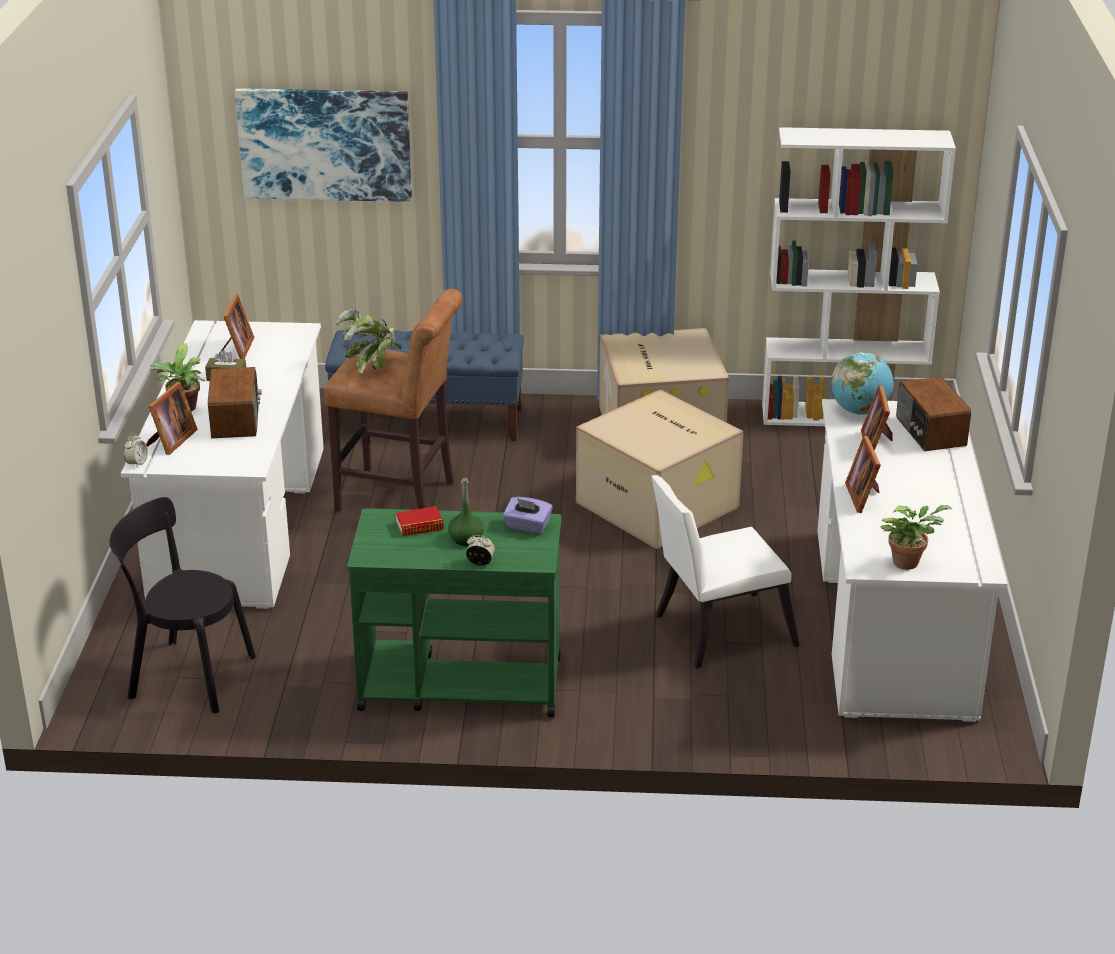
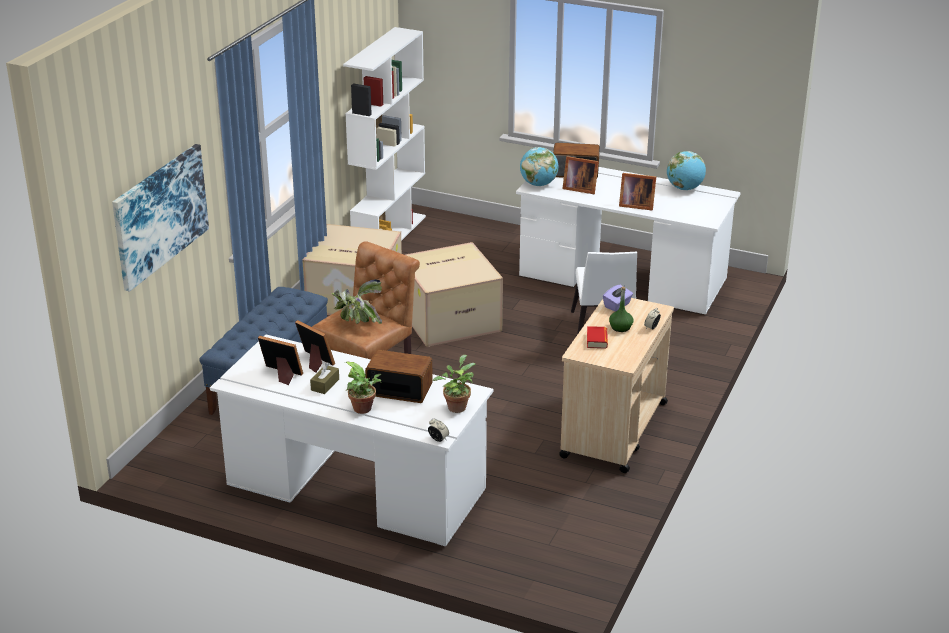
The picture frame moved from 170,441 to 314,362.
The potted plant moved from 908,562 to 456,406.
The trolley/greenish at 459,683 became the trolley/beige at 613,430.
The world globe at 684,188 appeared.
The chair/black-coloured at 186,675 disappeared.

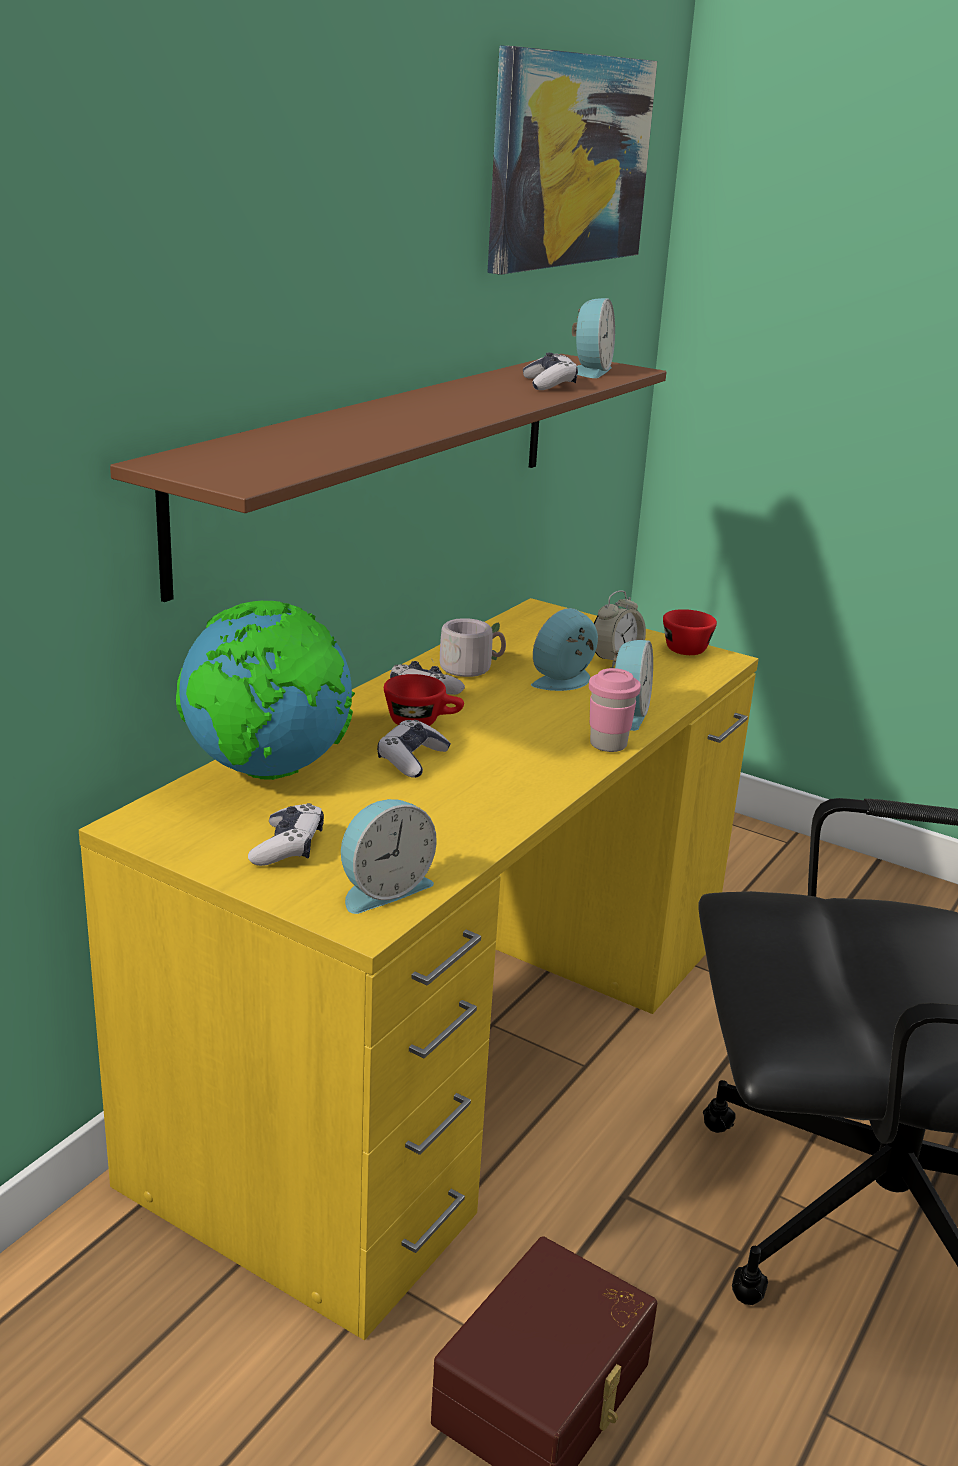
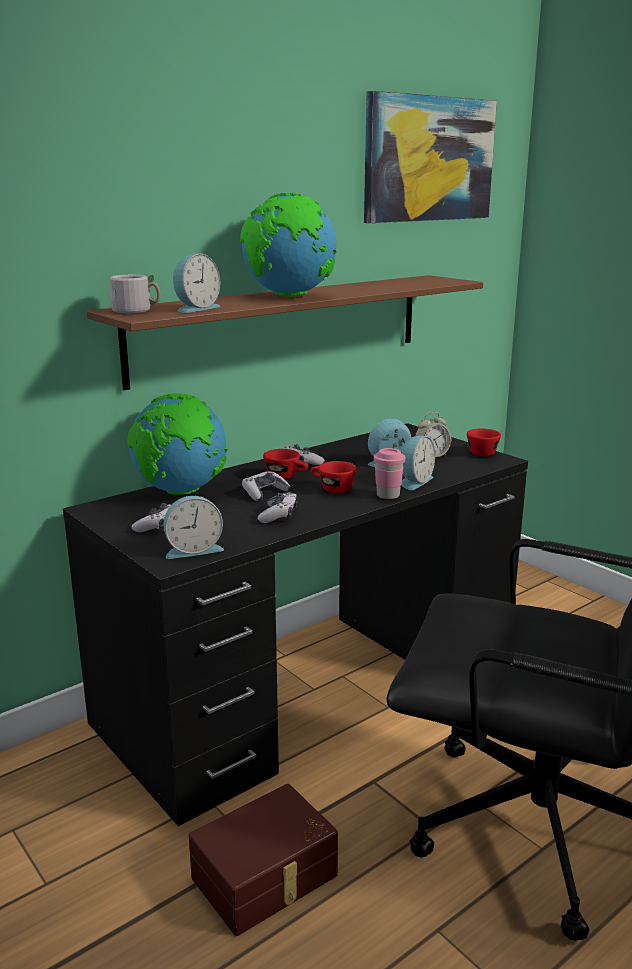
The desk/yellowish at 458,1048 became the desk/black-coloured at 315,685.
The coffee mug/gray moved from 470,667 to 136,311.
The bedside clock moved from 589,371 to 195,308.
The world globe at 289,296 appeared.
The gamepad moved from 549,384 to 278,515.
The small cup/reddish at 332,489 appeared.

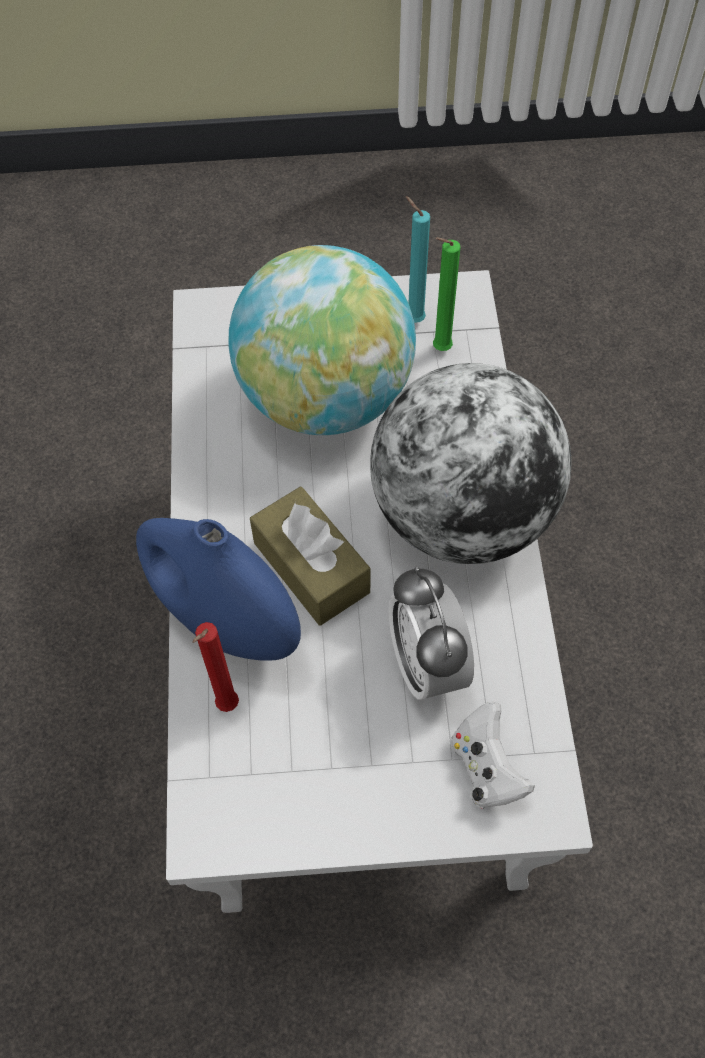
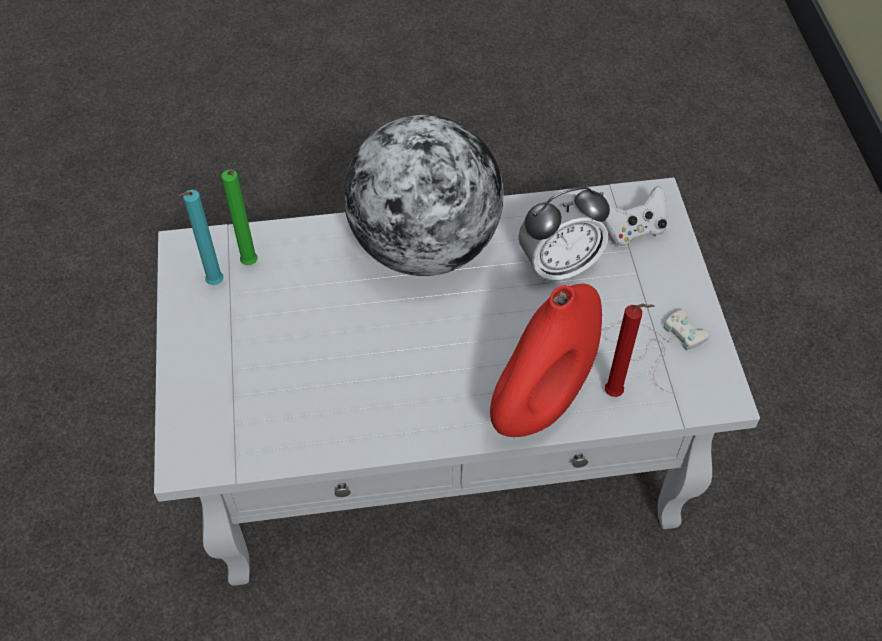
The vase/bluish at 225,623 became the vase/reddish at 541,402.
The gamepad/white-coloured at 654,344 appeared.
The world globe at 325,397 disappeared.
The box of tissues/brownish at 311,567 disappeared.

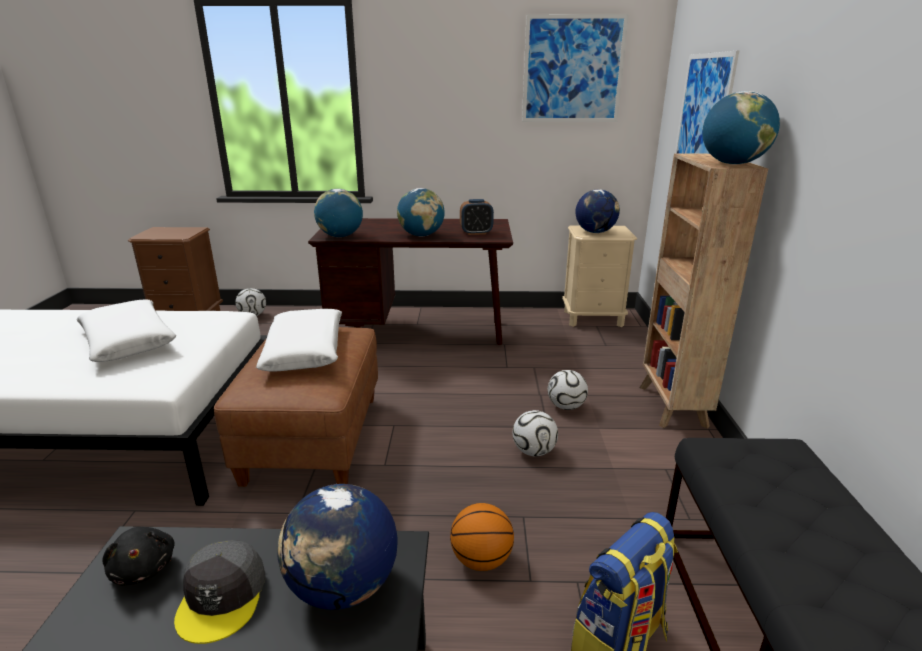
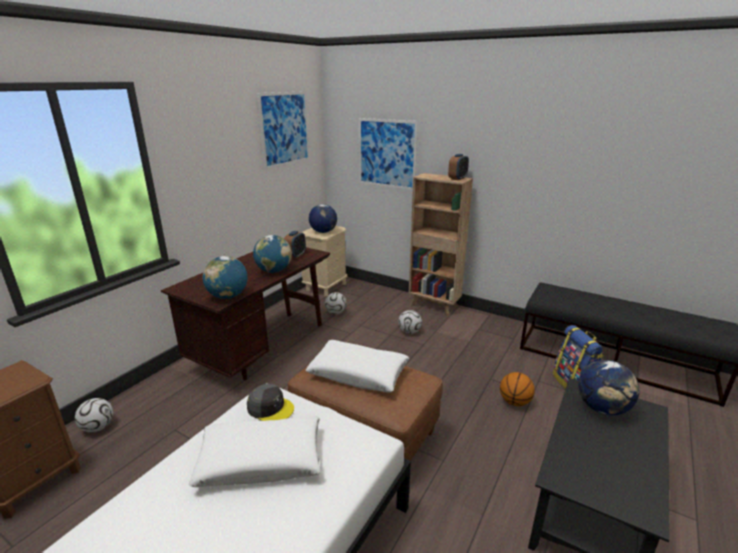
The peaked cap/gray moved from 223,596 to 270,408.
The ball for football moved from 533,451 to 336,312.
The world globe at 733,164 was replaced by the bedside clock at 457,178.
The soft toy/black-coloured at 144,568 disappeared.

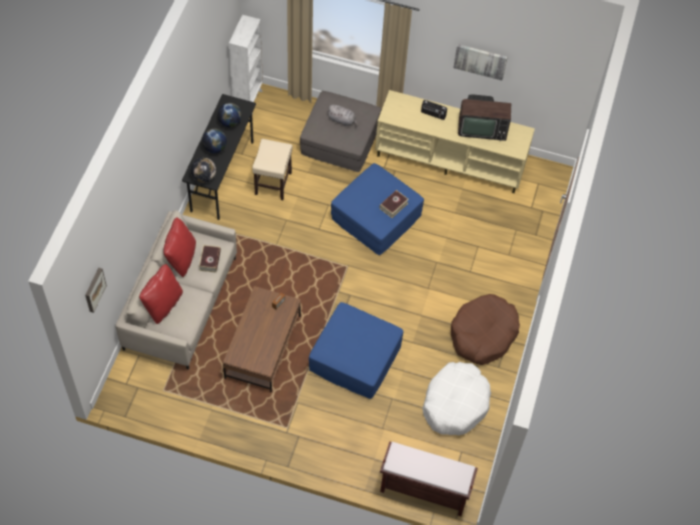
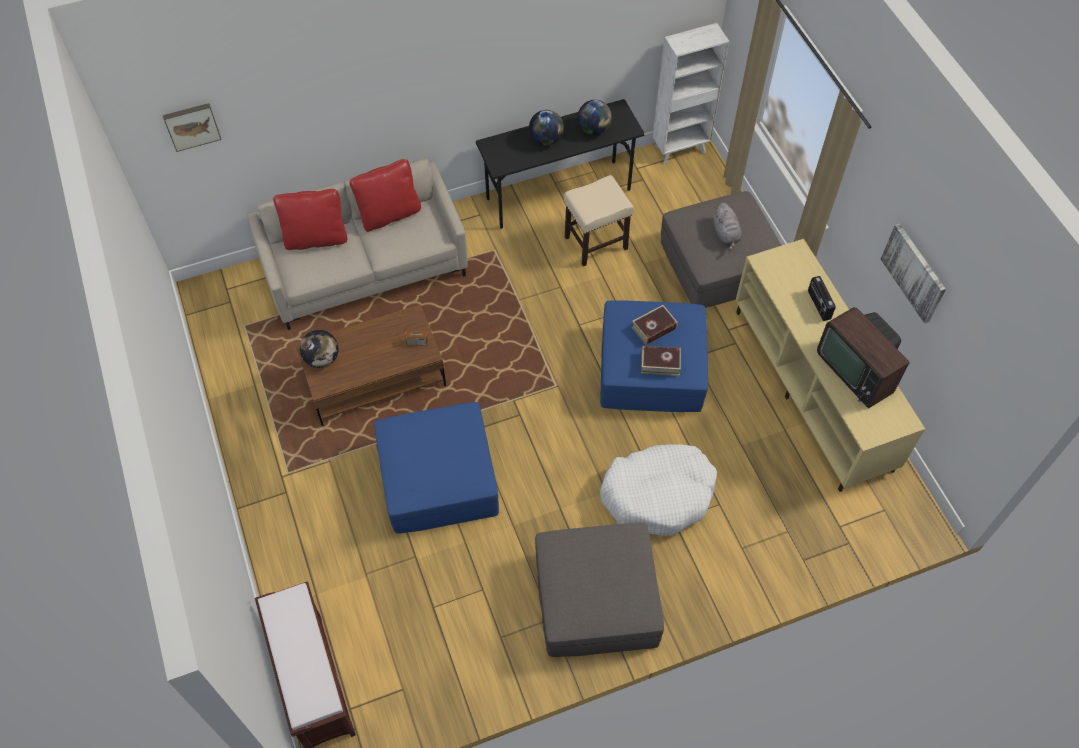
The world globe moved from 204,177 to 322,359.
The pet bed/brownish at 483,334 was replaced by the pouffe/gray at 596,598.
The pet bed/white-coloured moved from 455,403 to 658,494.
The book moved from 210,260 to 654,328.

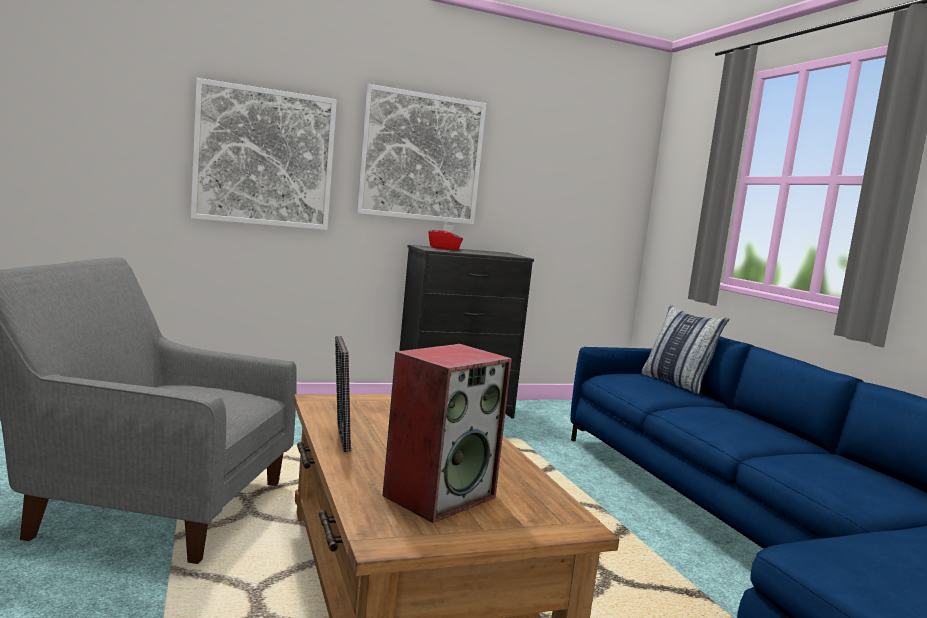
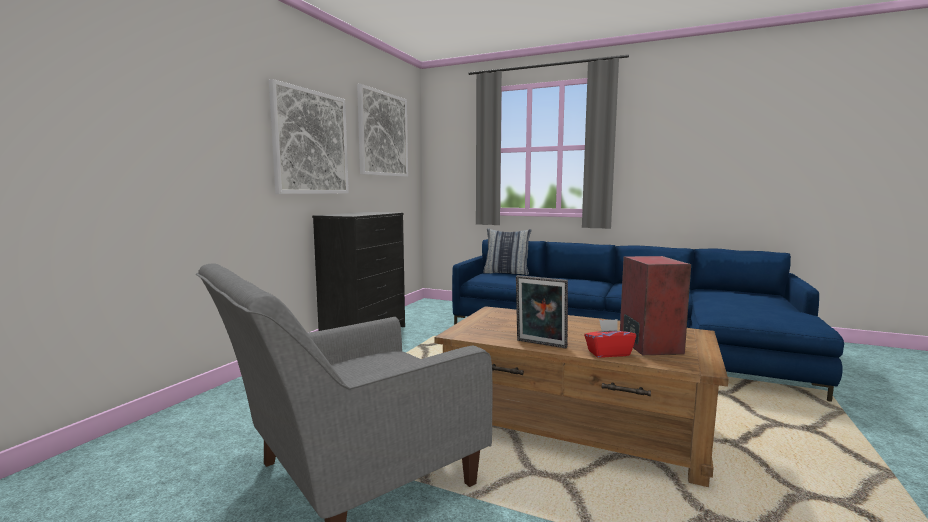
The wall art moved from 264,157 to 383,134.
The box of tissues/reddish moved from 444,249 to 608,353.

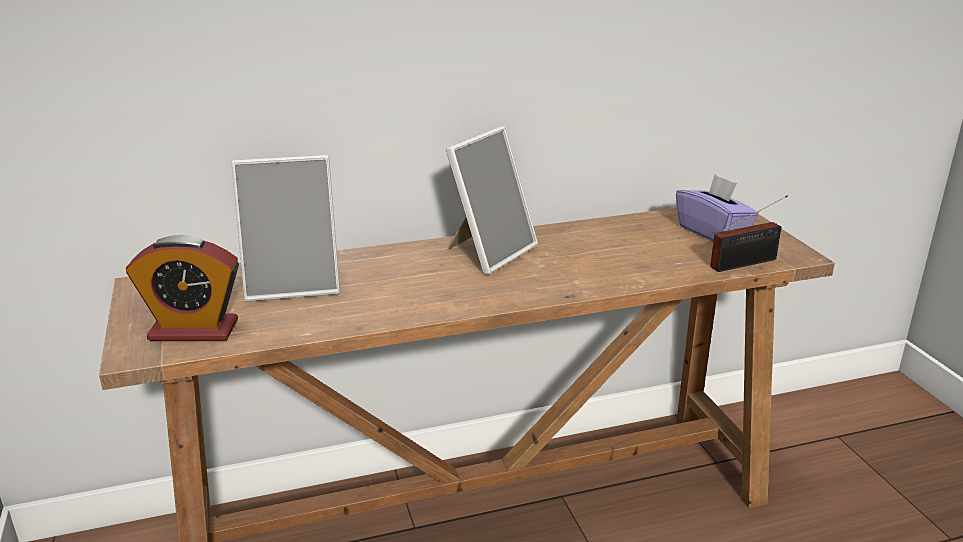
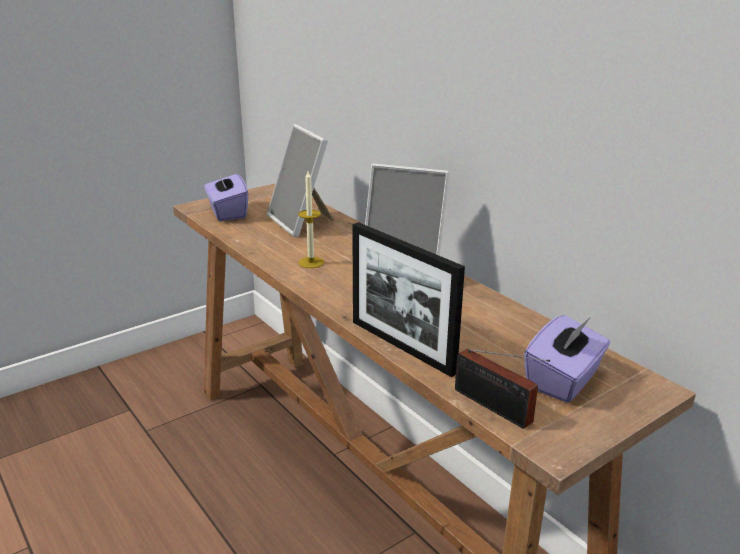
The bedside clock at 193,330 was replaced by the box of tissues/purple at 227,212.
The candle at 311,262 appeared.
The picture frame at 401,346 appeared.

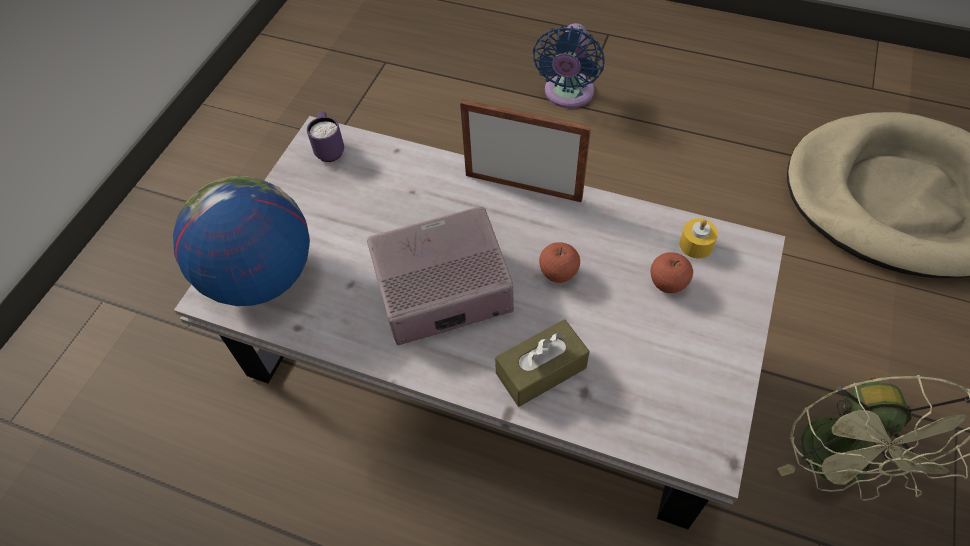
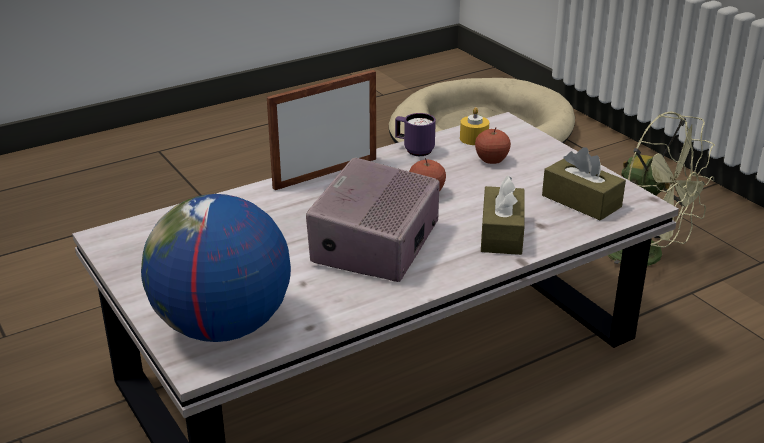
The coffee mug/purple moved from 329,149 to 414,150.
The box of tissues/brownish at 581,201 appeared.
The cooling fan/bluish at 567,95 disappeared.

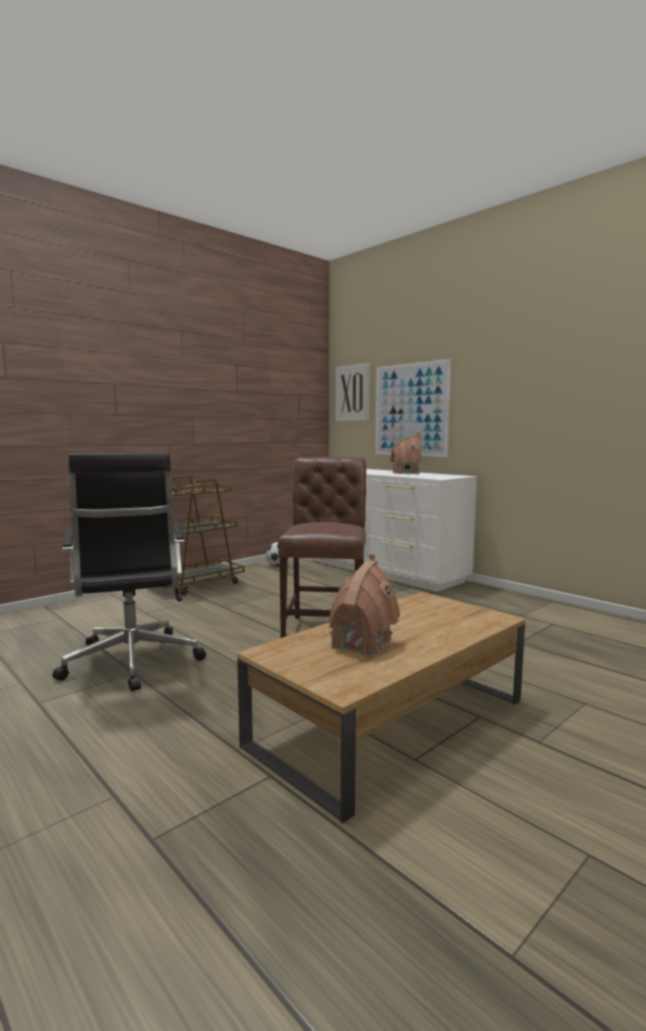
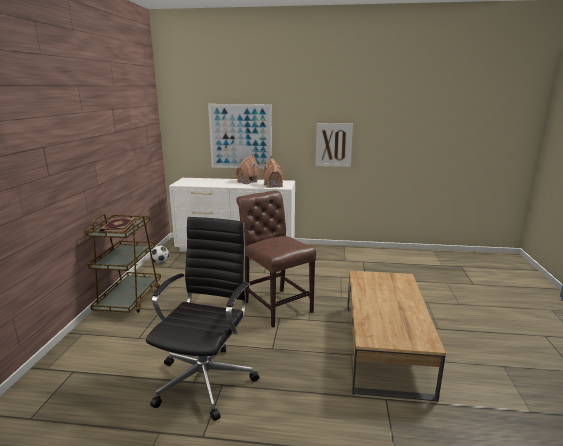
The office chair/black-coloured at 132,663 turned 105 degrees counterclockwise.
The toy house moved from 361,643 to 273,185.
The wall art moved from 352,393 to 333,145.

